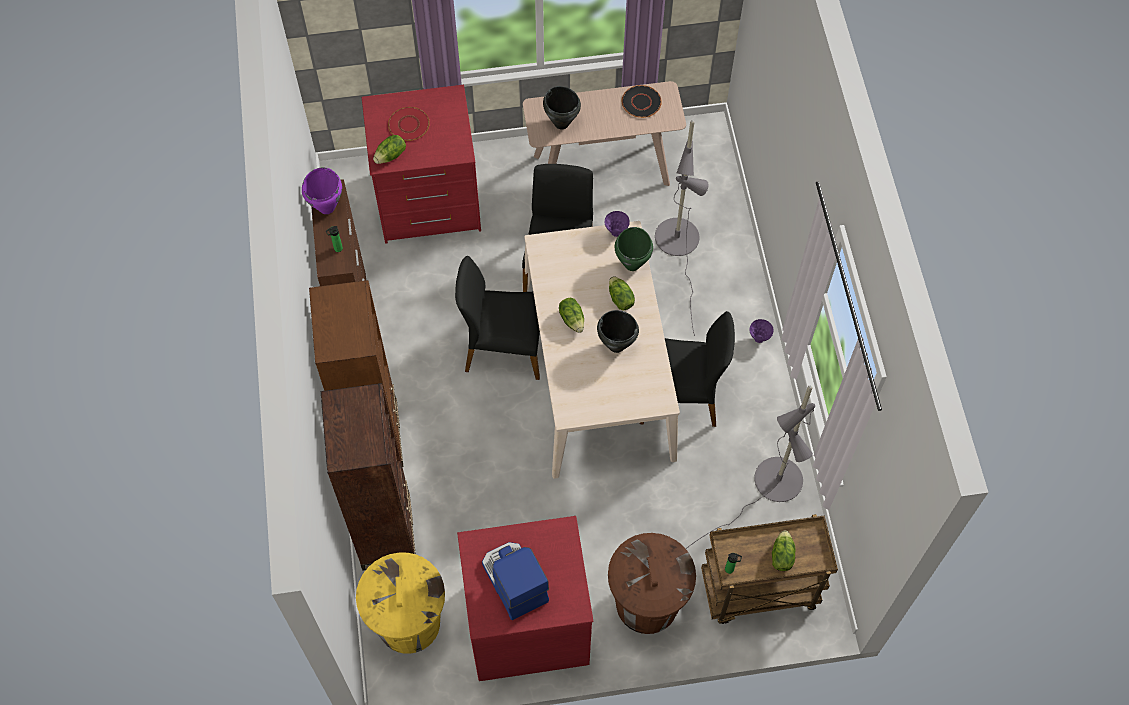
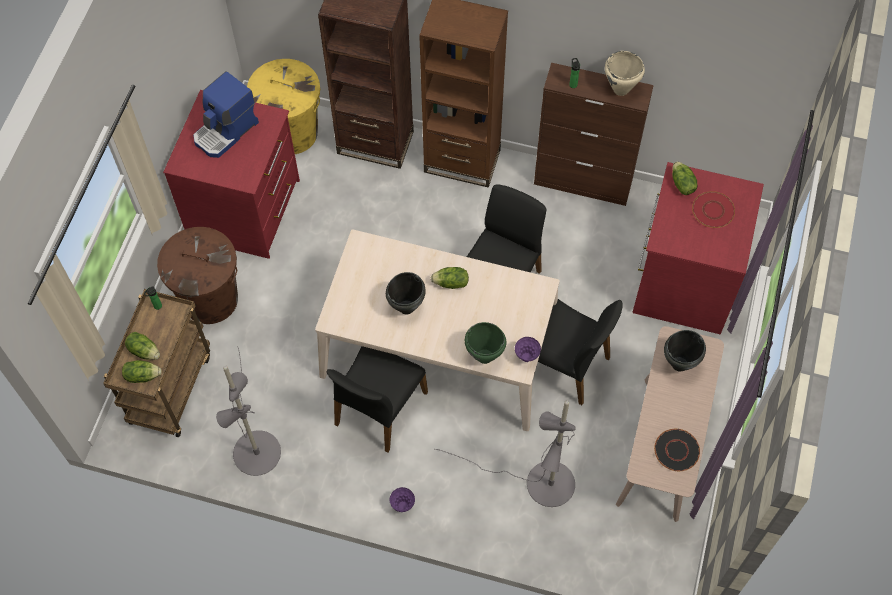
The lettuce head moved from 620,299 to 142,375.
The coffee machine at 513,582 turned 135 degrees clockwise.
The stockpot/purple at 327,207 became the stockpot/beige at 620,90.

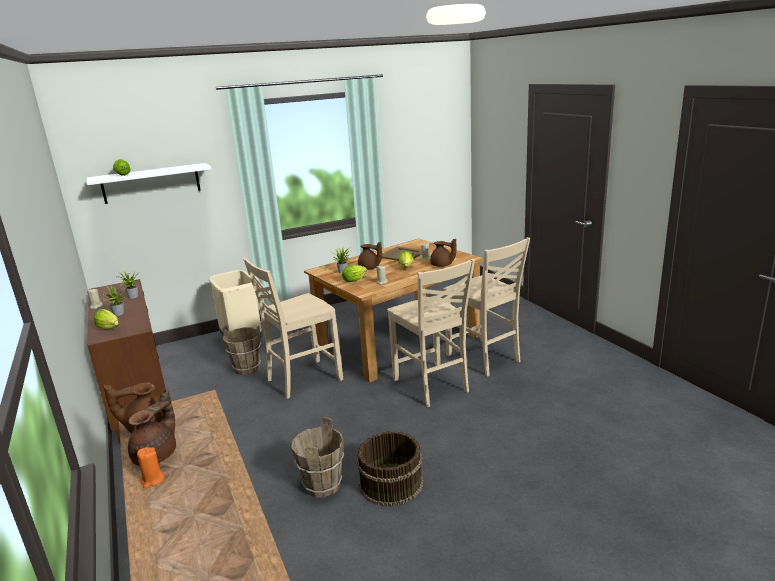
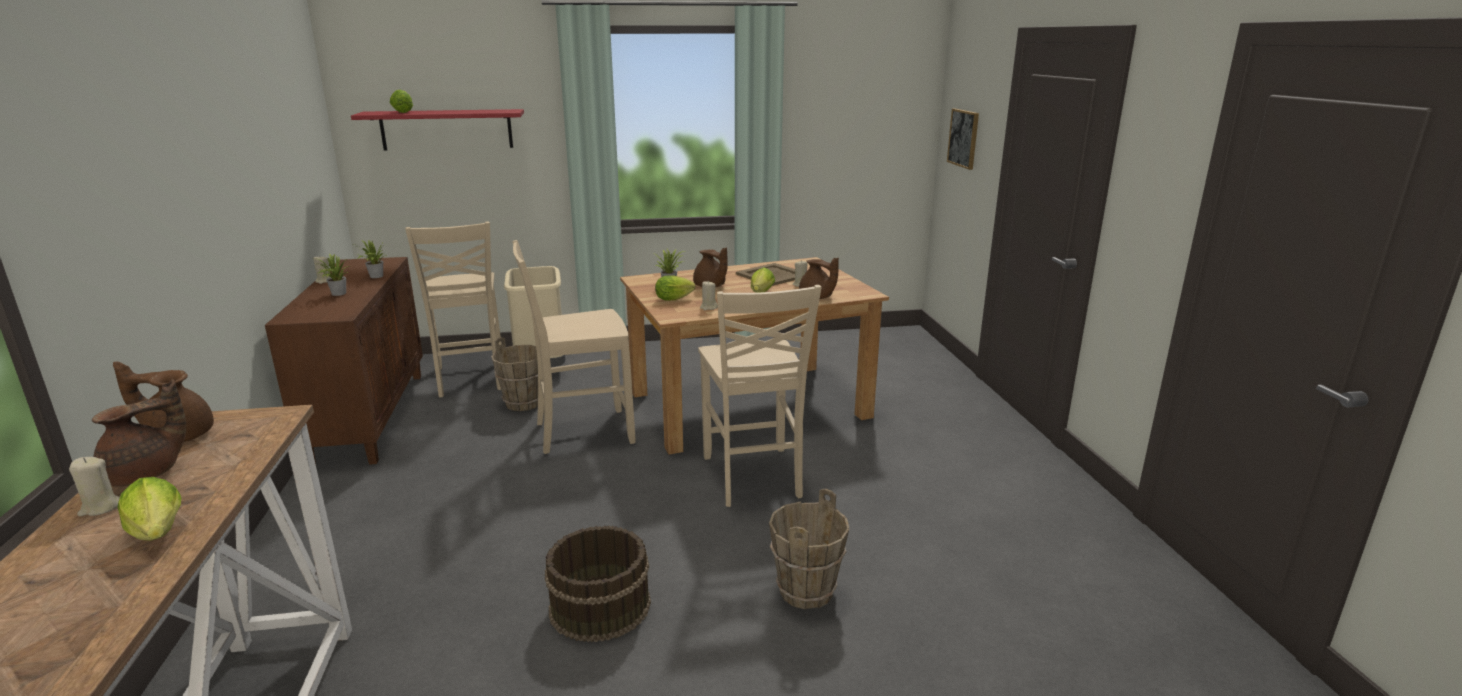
The candle/orange-coloured at 152,480 became the candle/beige at 100,508.
The lettuce head moved from 110,328 to 158,535.
The bracket shelf/white-coloured at 151,183 became the bracket shelf/reddish at 446,129.
The chair/beige moved from 484,359 to 470,379.
The bucket/brownish moved from 322,486 to 805,591.
The wall art at 964,138 appeared.

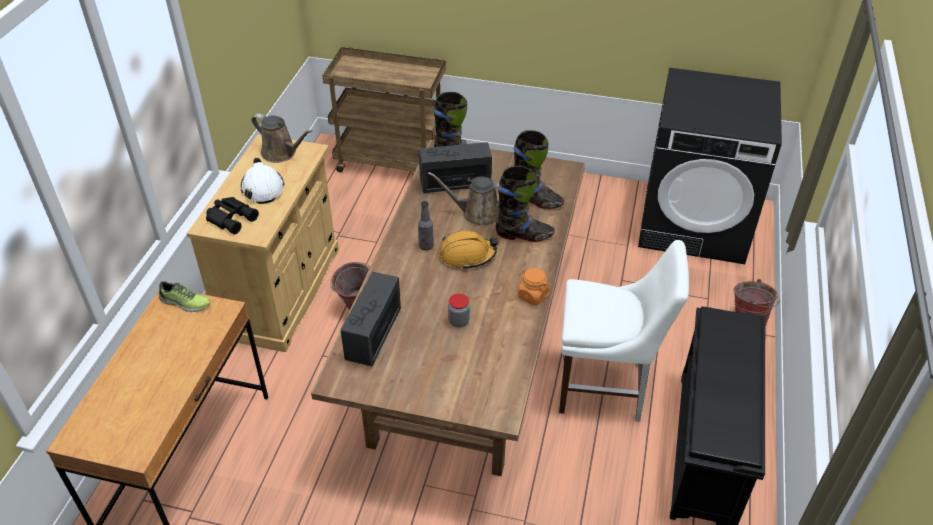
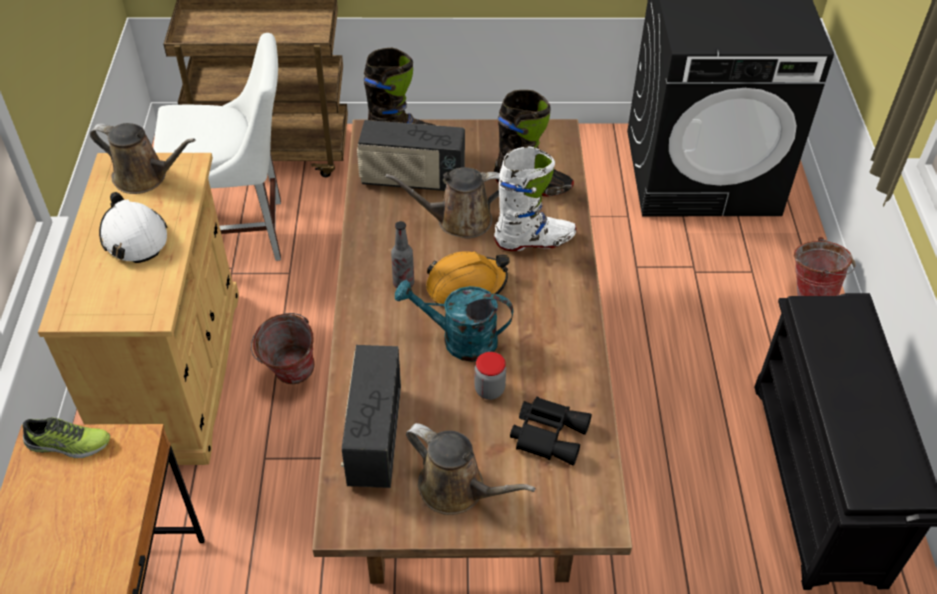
The chair/white-coloured moved from 606,389 to 241,233.
The radio receiver at 455,183 turned 150 degrees counterclockwise.
The watering pot/blue-green at 459,340 appeared.
The watering pot/brownish at 457,489 appeared.
The high-top boot/black-coloured at 524,235 became the high-top boot/white-coloured at 534,241.
The field glasses/black-coloured moved from 232,218 to 548,433.
The storage jar/orange-coloured at 533,296 disappeared.

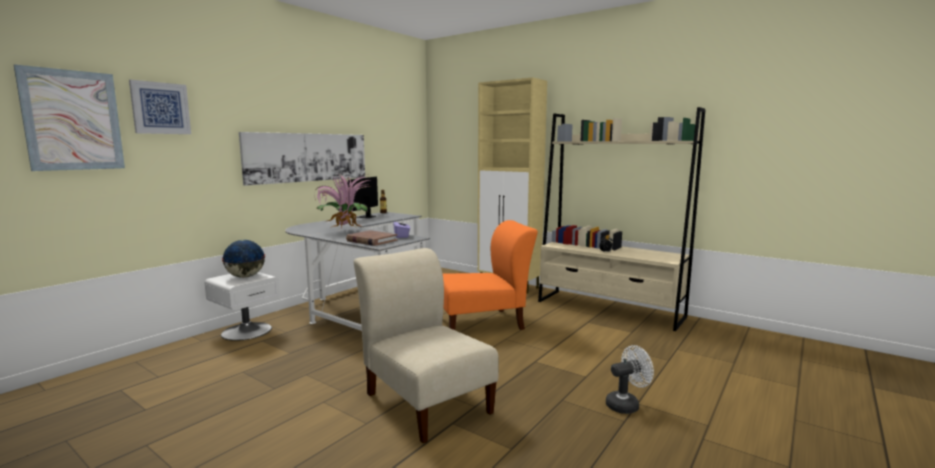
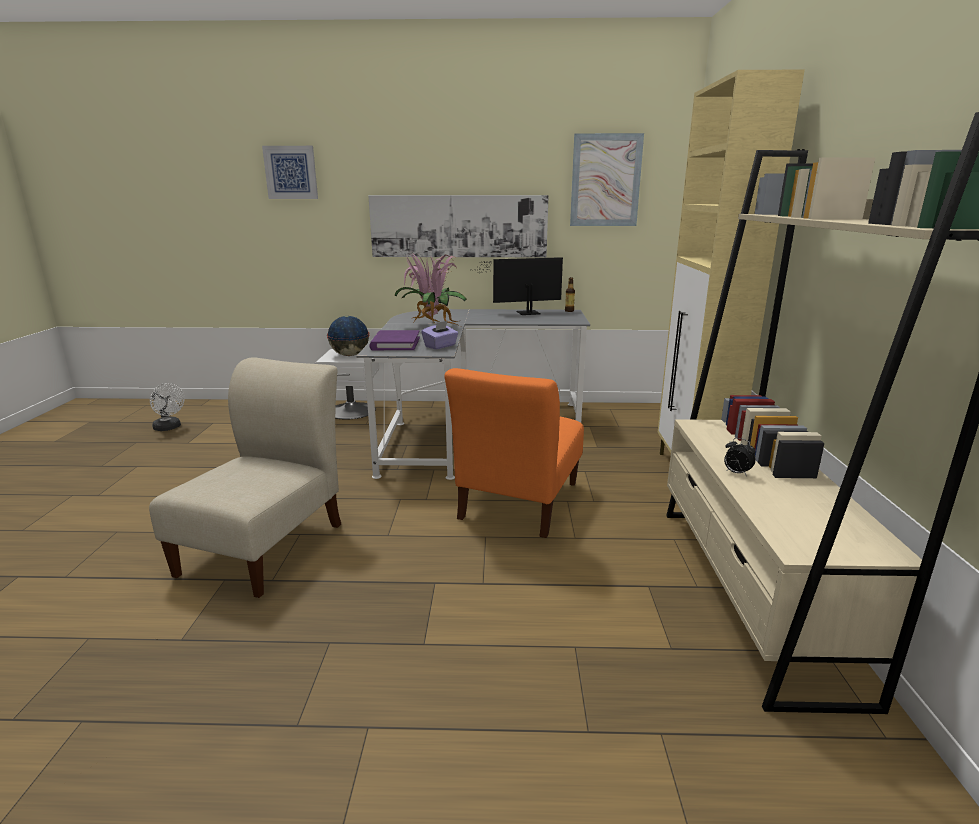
The cooling fan/white-coloured moved from 626,404 to 169,428.
The book/brownish at 371,240 became the book/purple at 395,343.
The chair/orange-coloured at 483,323 turned 75 degrees clockwise.
The wall art moved from 73,120 to 605,180.

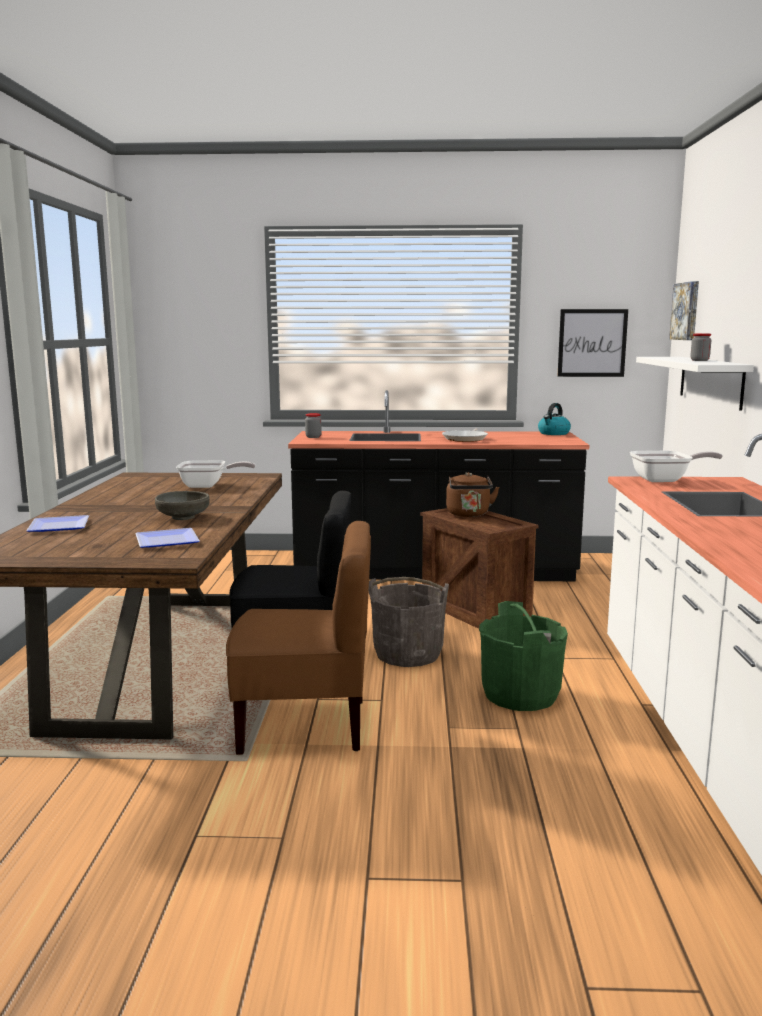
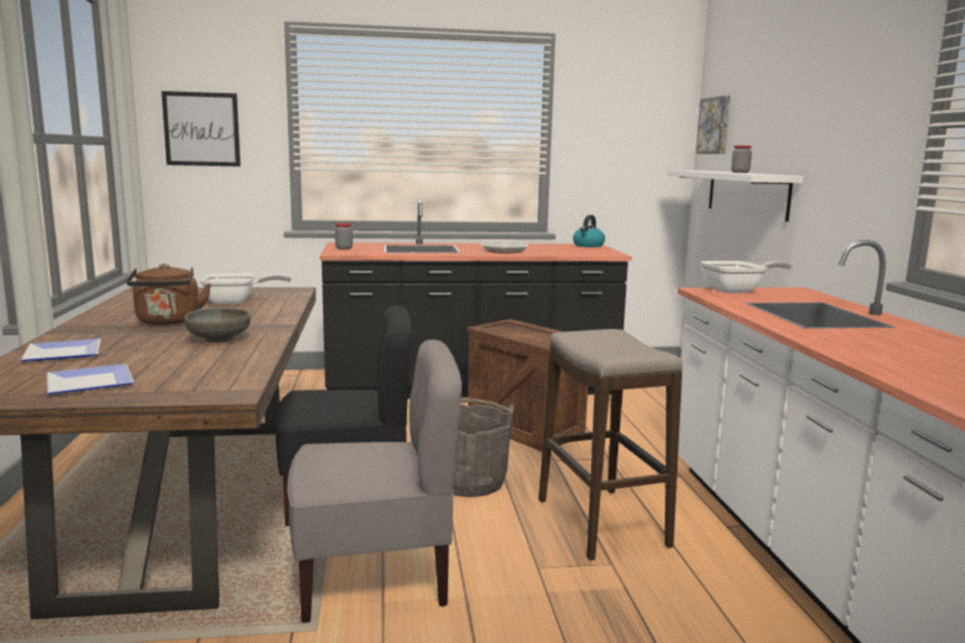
The dinner plate moved from 165,542 to 87,384.
The water kettle/brownish moved from 468,514 to 168,322.
The wall art moved from 592,343 to 202,129.
The chair/brownish at 304,725 became the chair/gray at 375,577.
The bucket/greenish at 520,694 was replaced by the stool seat at 602,523.

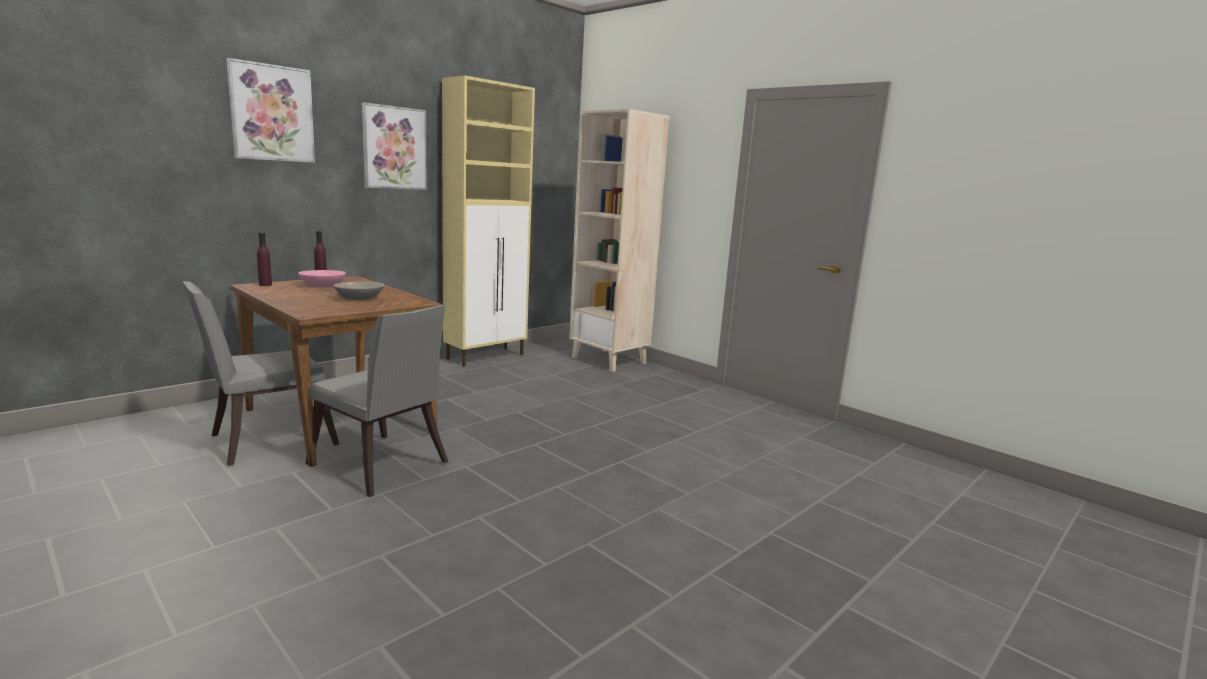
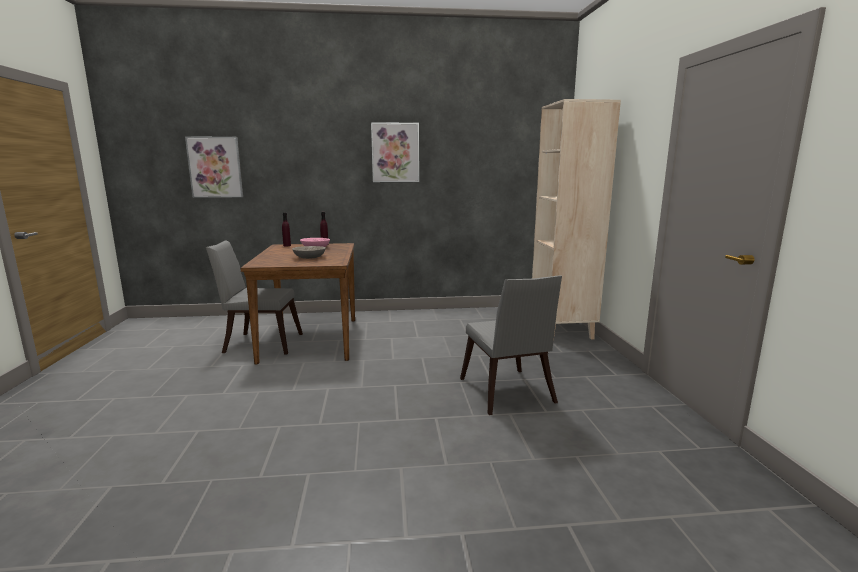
The wall art moved from 272,113 to 215,167.
The chair/gray moved from 382,467 to 507,394.
The cupboard/beige at 486,356 disappeared.

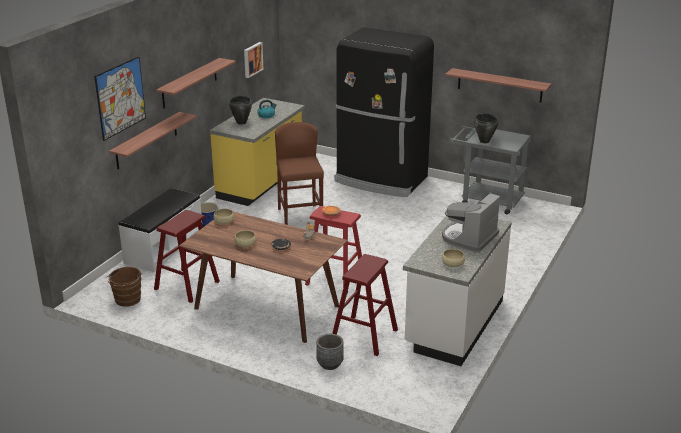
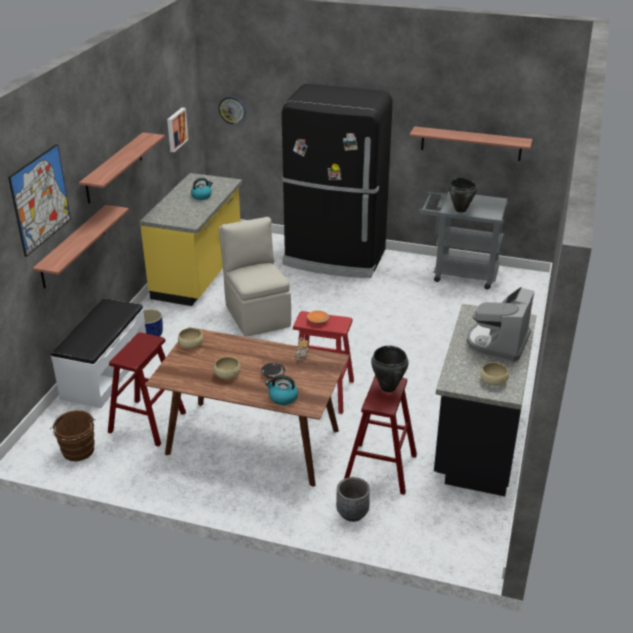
The wall clock at 232,110 appeared.
The stool seat/brownish at 300,217 was replaced by the chair/beige at 257,315.
The water kettle at 282,398 appeared.
The stockpot/black-coloured moved from 241,122 to 388,388.
The kitchen counter/white-coloured at 453,324 became the kitchen counter/black-coloured at 477,439.

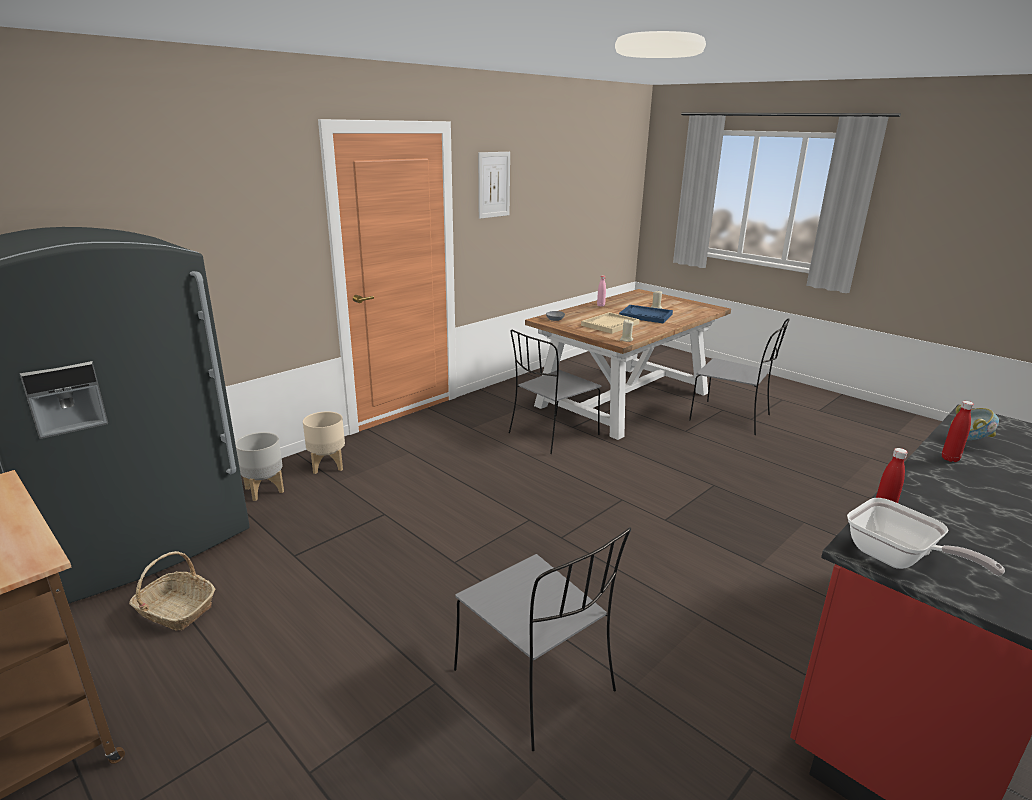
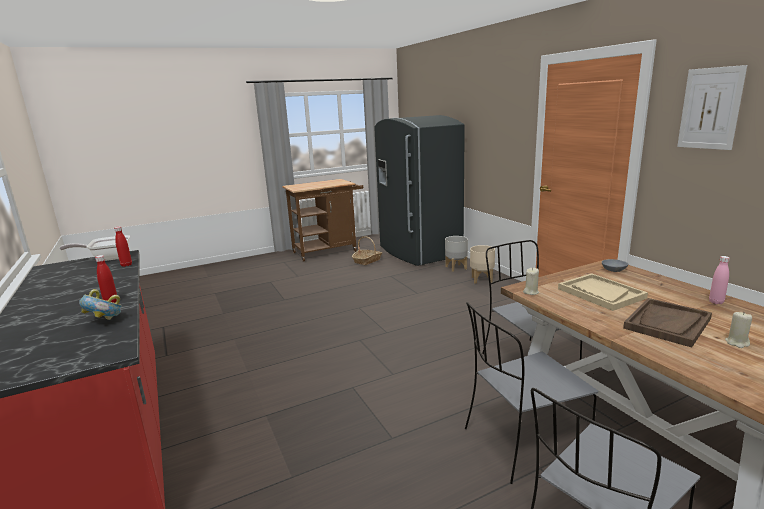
The chair/gray moved from 537,683 to 523,443.
The carrying tray/bluish at 646,315 became the carrying tray/brownish at 667,324.

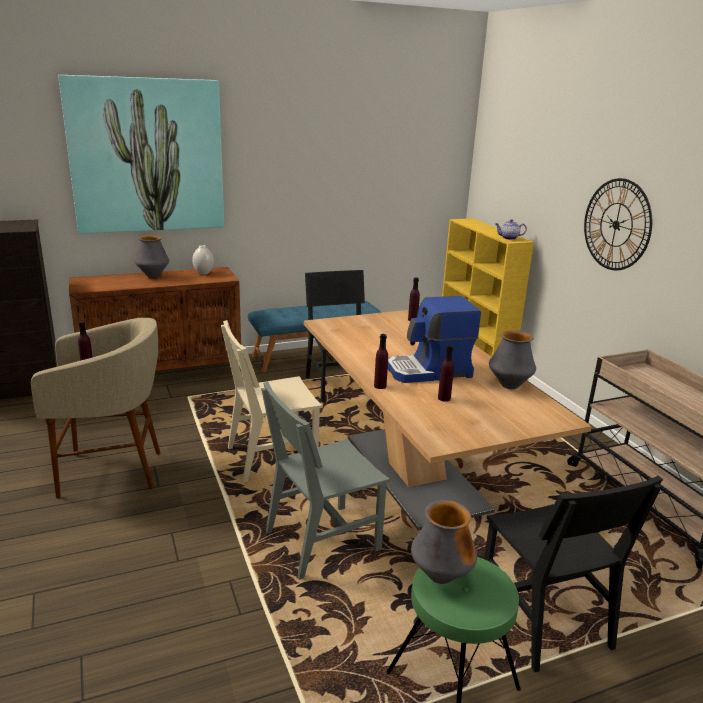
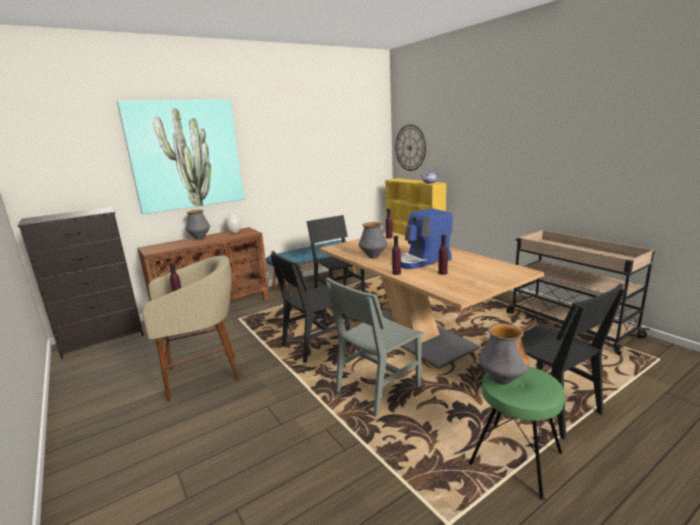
The chair/beige at 271,458 became the chair/black-coloured at 316,344.
The vase moved from 509,386 to 373,257.
The wall clock moved from 616,225 to 410,148.

